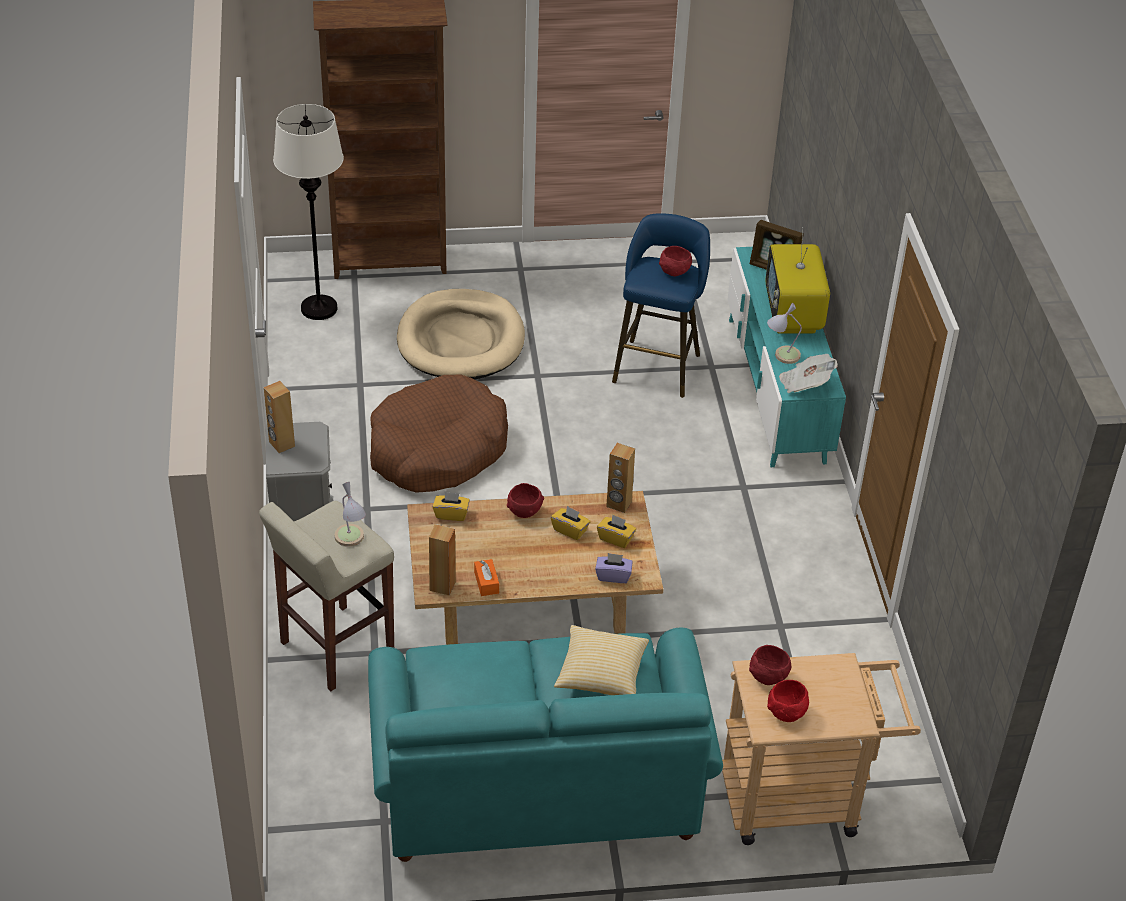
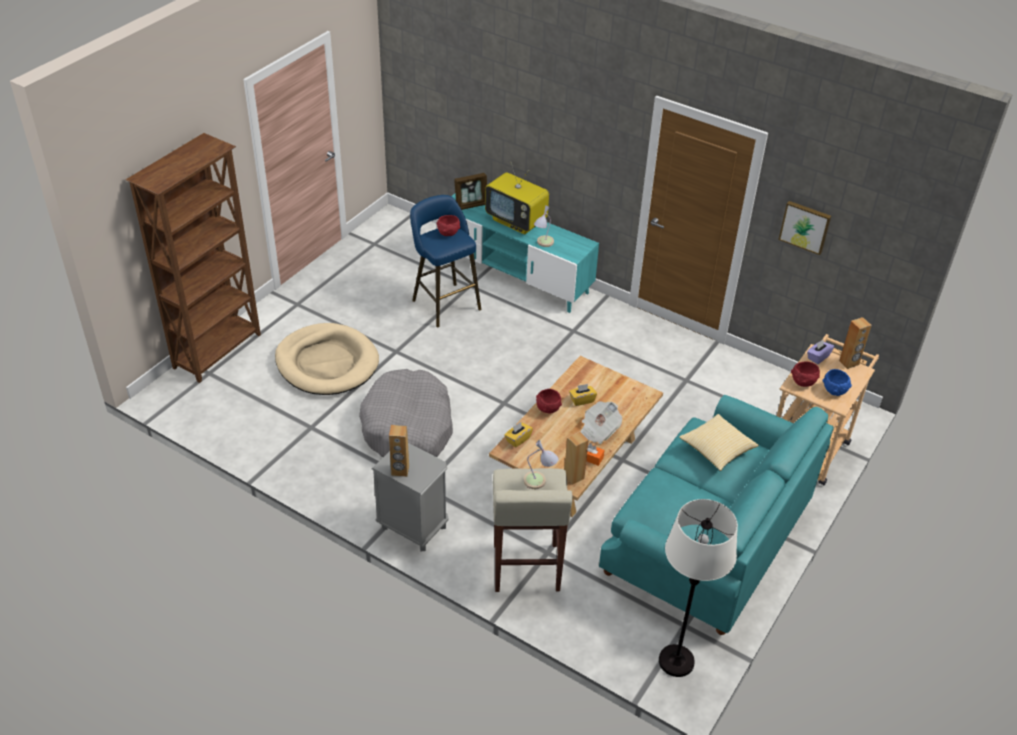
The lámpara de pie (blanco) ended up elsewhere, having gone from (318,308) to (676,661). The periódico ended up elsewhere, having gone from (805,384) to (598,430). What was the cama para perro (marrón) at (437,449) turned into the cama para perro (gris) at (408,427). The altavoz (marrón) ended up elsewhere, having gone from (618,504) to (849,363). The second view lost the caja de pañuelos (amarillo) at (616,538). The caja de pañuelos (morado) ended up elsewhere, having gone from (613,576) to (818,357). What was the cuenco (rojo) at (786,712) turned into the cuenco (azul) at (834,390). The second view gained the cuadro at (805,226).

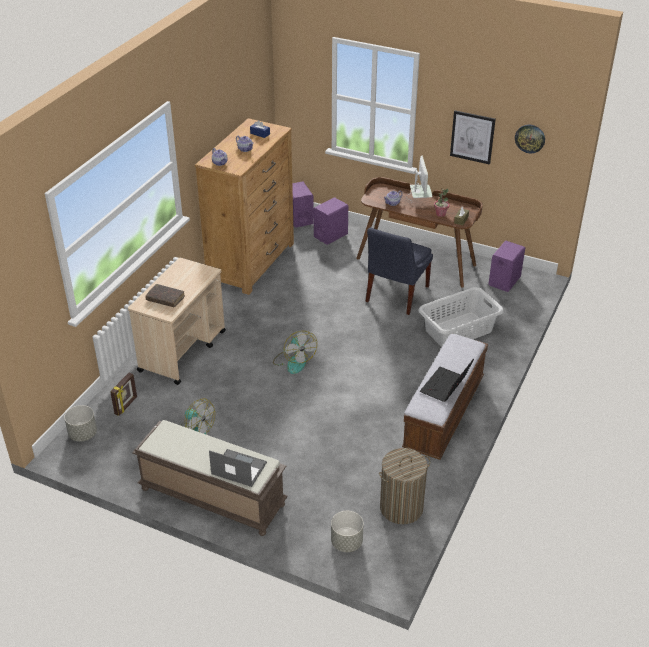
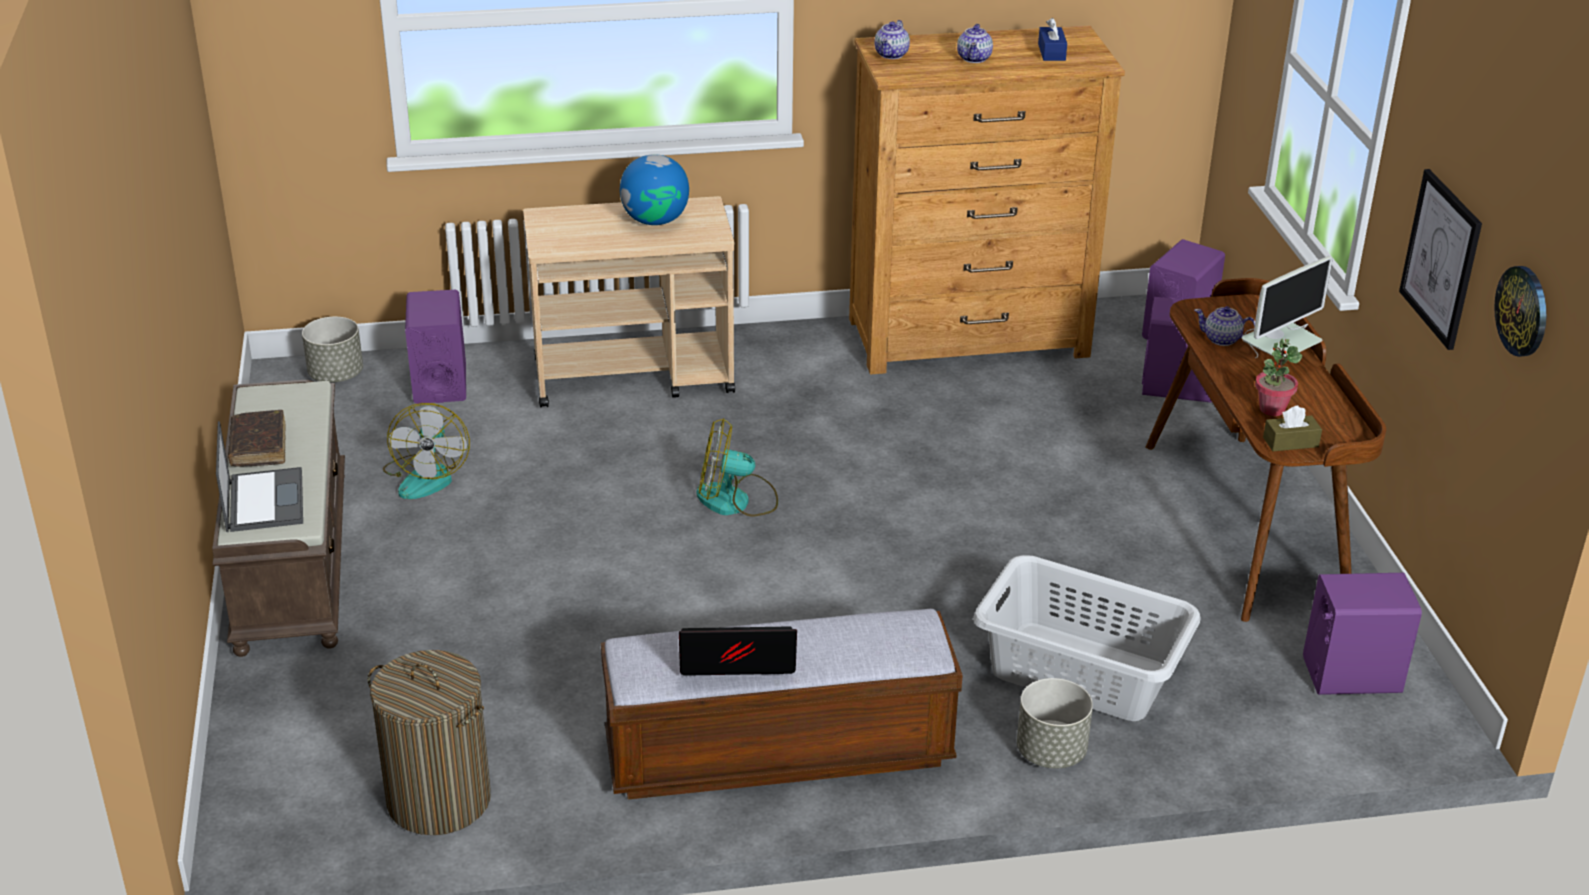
The second view lost the silla (azul) at (396,295). The libro (marrón) ended up elsewhere, having gone from (165,299) to (258,446). The ventilador at (294,361) ended up facing another way, 60 degrees clockwise from before. Where the portarretratos stood at (126,406), the altavoz (morado) came to stand at (440,383). The maceta (gris) ended up elsewhere, having gone from (346,542) to (1050,752). The second view gained the globo terráqueo at (655,220).

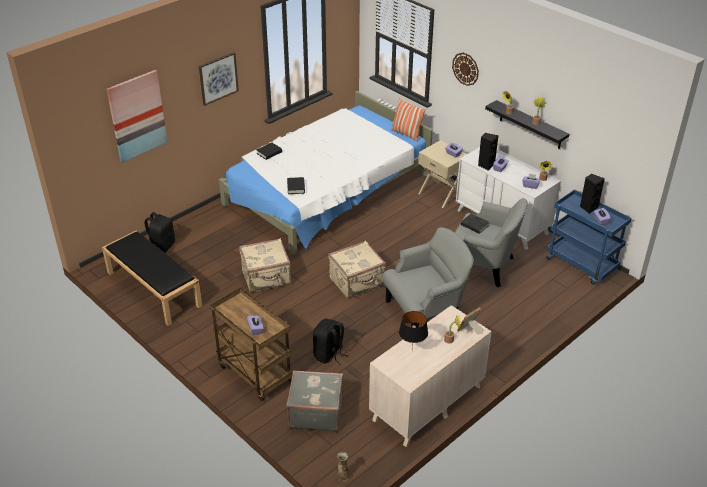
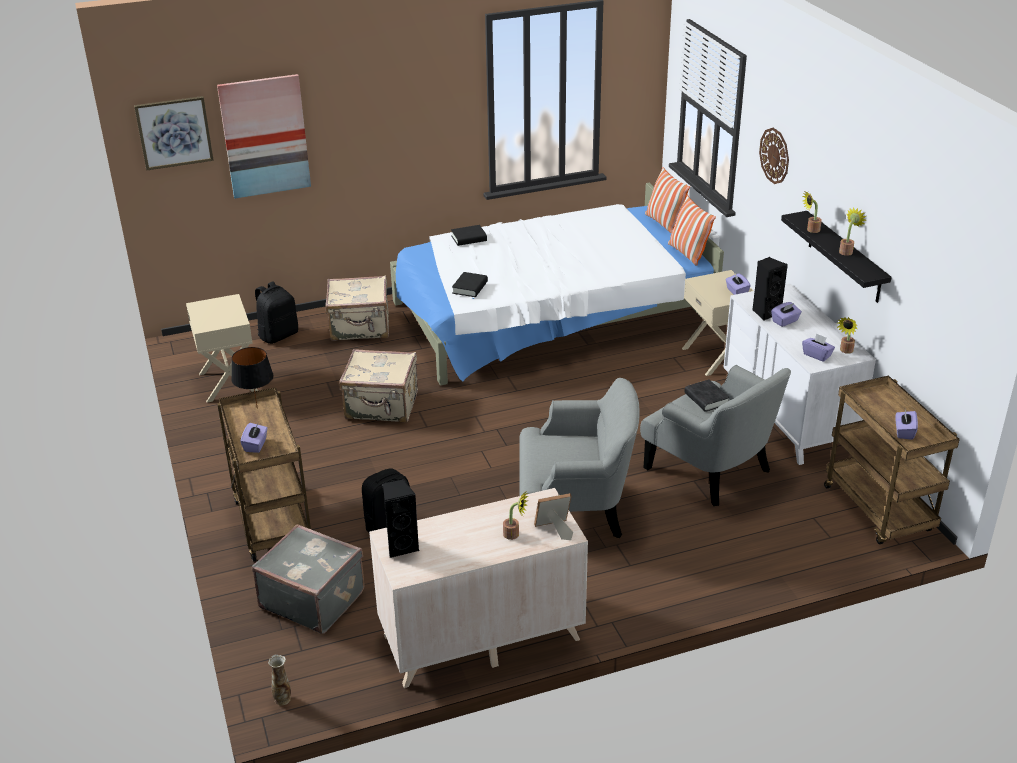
The cuadro ended up elsewhere, having gone from (218,78) to (174,132). The altavoz (negro) ended up elsewhere, having gone from (588,207) to (401,546). What was the carrito (azul) at (582,265) turned into the carrito (marrón) at (879,510). Where the banco (negro) stood at (153,289), the mesita de noche (beis) came to stand at (227,383). The maleta (beis) ended up elsewhere, having gone from (357,282) to (360,327). The lámpara de mesa (negro) ended up elsewhere, having gone from (412,351) to (257,408). The second view gained the cojín at (664,223).

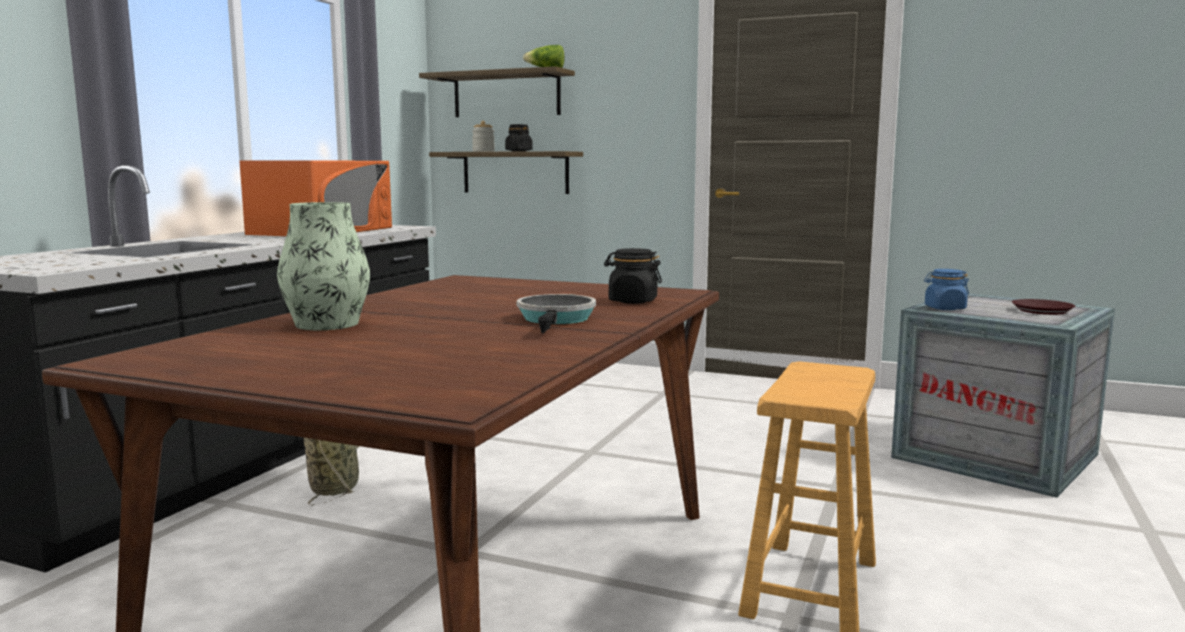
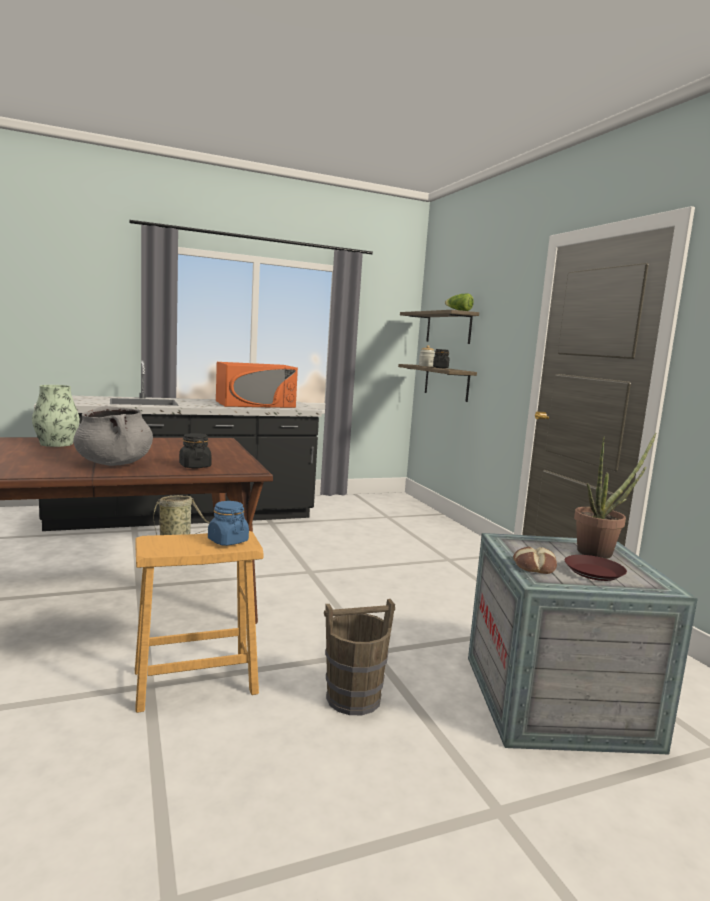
The tarro (azul) ended up elsewhere, having gone from (944,308) to (227,541). Where the sartén stood at (556,319), the olla (gris) came to stand at (114,463). The second view gained the planta en maceta at (600,552). The second view gained the pan at (533,566). The second view gained the cubo (marrón) at (354,698).

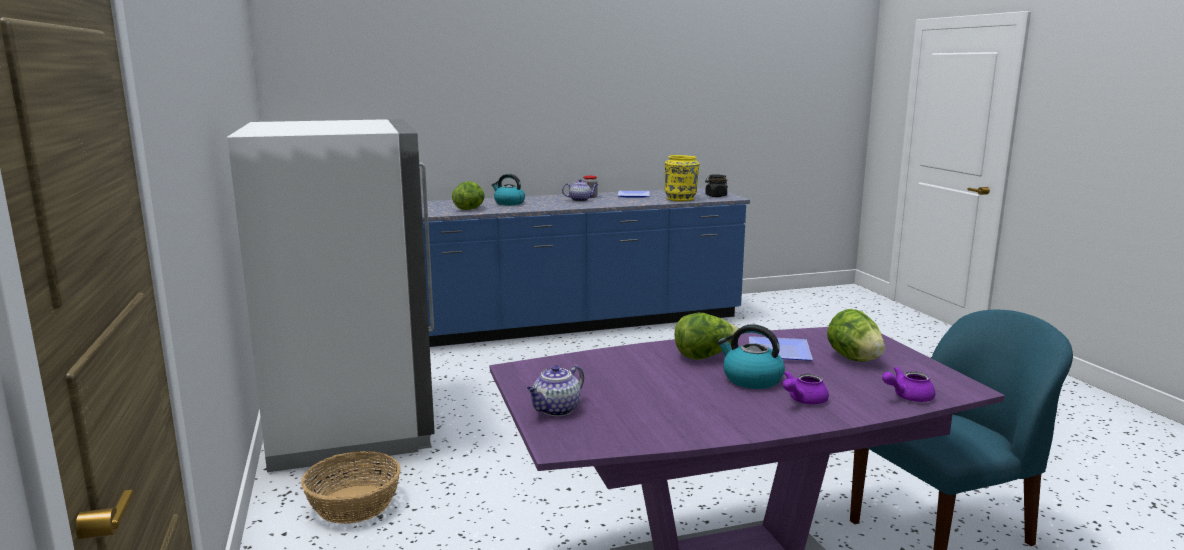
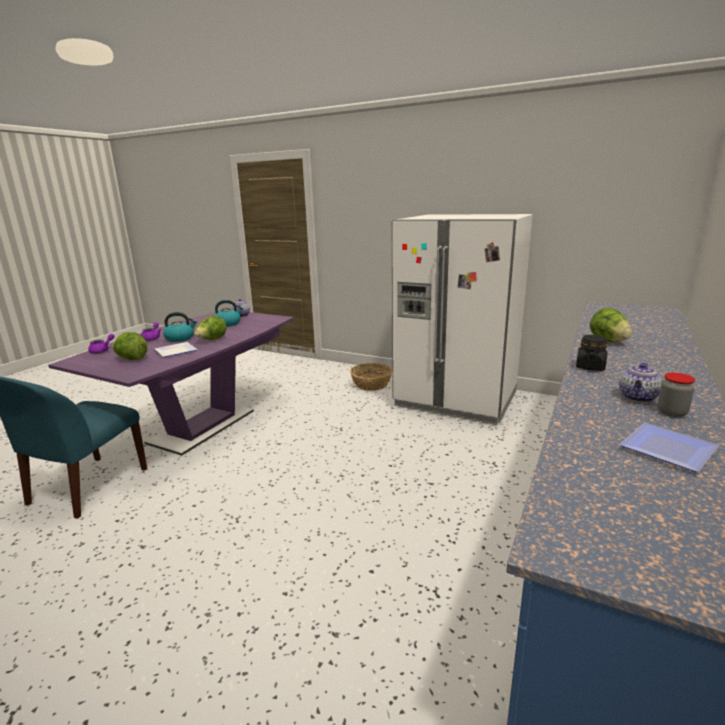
The second view lost the florero (amarillo) at (681,199). The hervidor ended up elsewhere, having gone from (508,203) to (228,324). The tarro (negro) ended up elsewhere, having gone from (715,196) to (590,367).

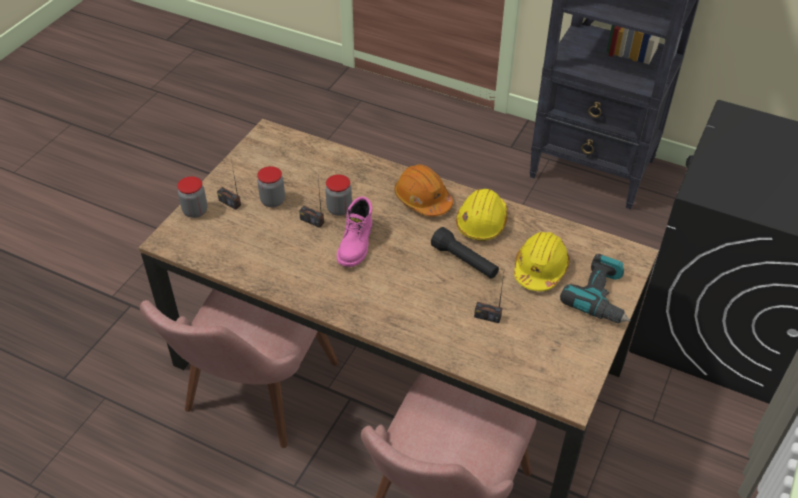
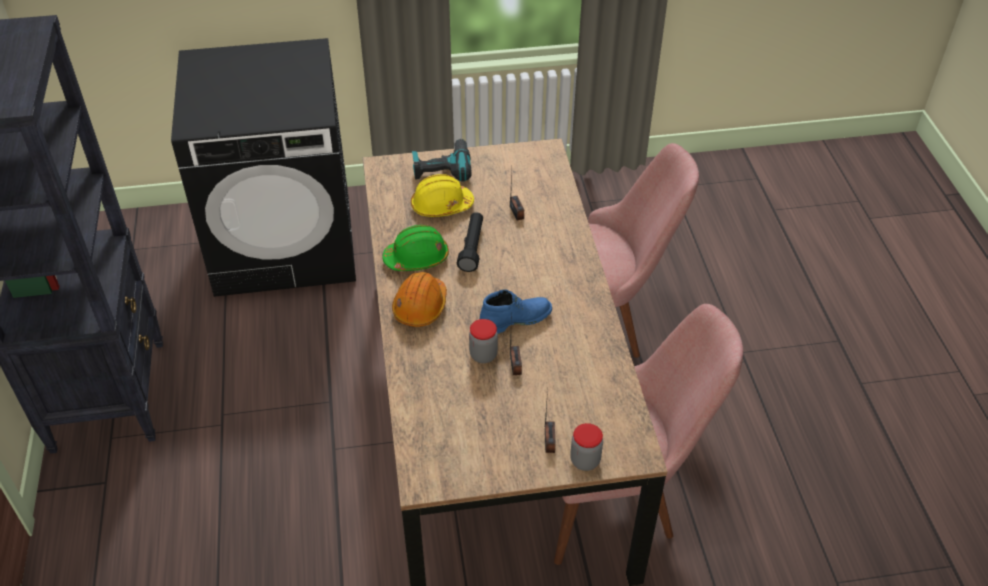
The second view lost the tarro at (273,201). What was the casco (amarillo) at (481,222) turned into the casco (verde) at (417,258). What was the bota (rosa) at (356,245) turned into the bota (azul) at (515,319).

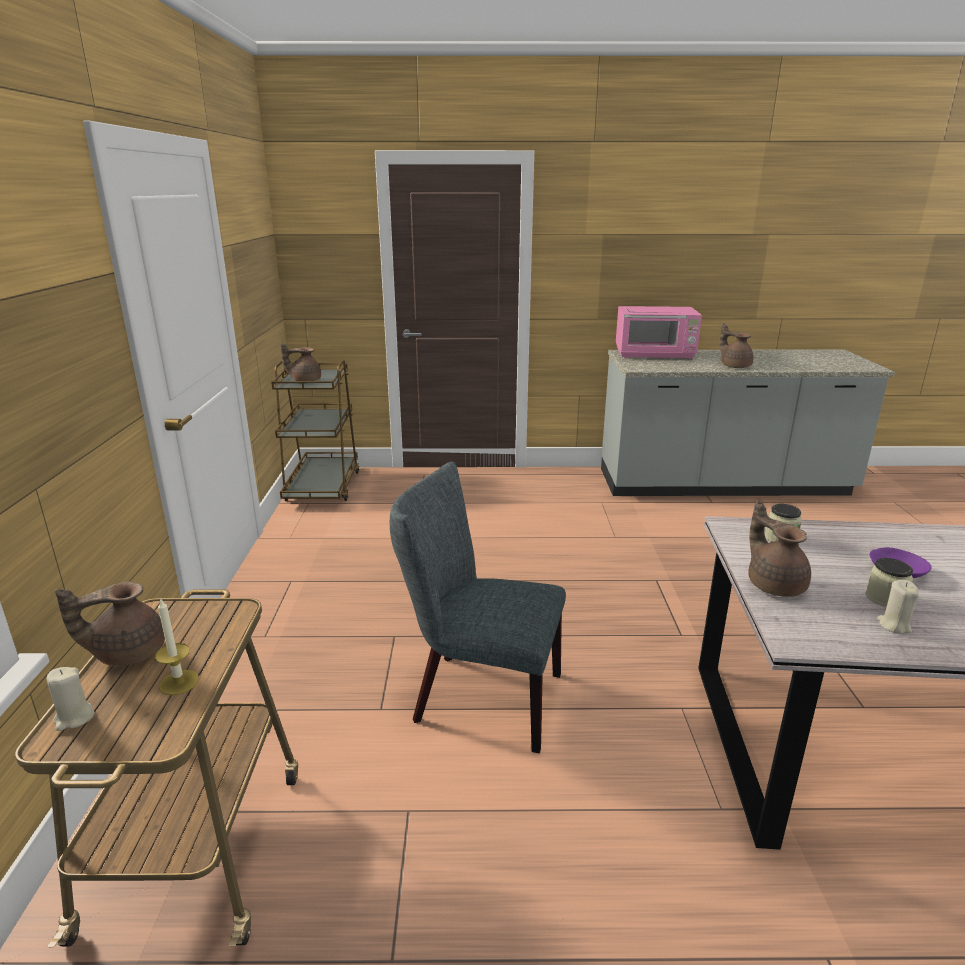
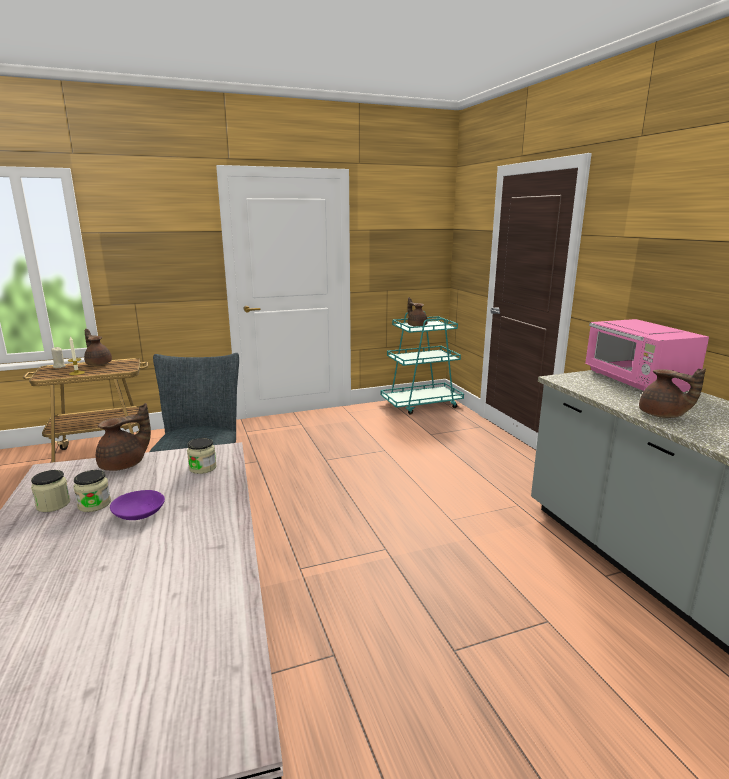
The tetera (marrón) at (734,366) ended up facing another way, 105 degrees clockwise from before. What was the carrito (marrón) at (323,487) turned into the carrito (turquesa) at (421,404). Where the vela (beis) stood at (893,625), the tarro came to stand at (53,504).

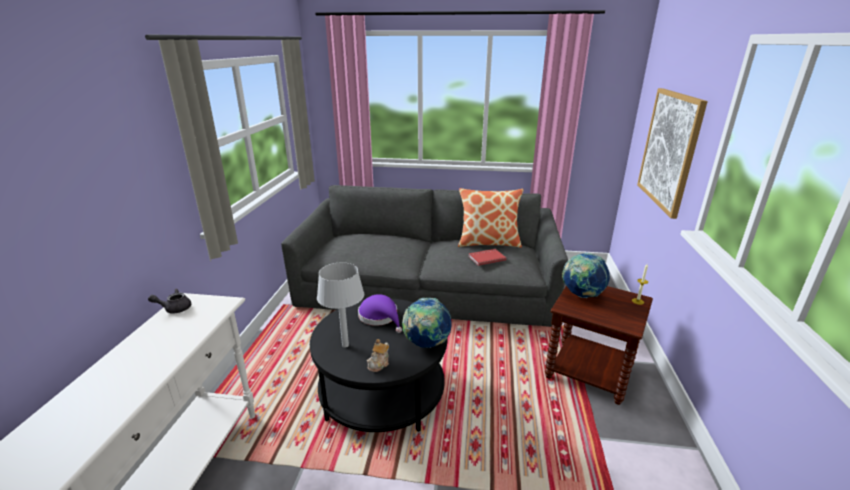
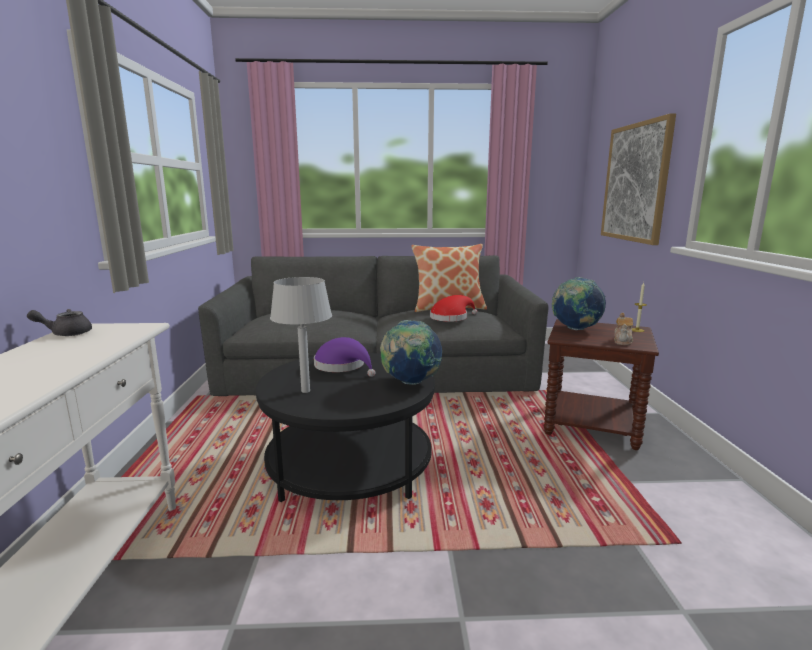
Where the libro (rojo) stood at (486,258), the sombrero (rojo) came to stand at (451,317). The tetera ended up elsewhere, having gone from (379,364) to (623,341).

